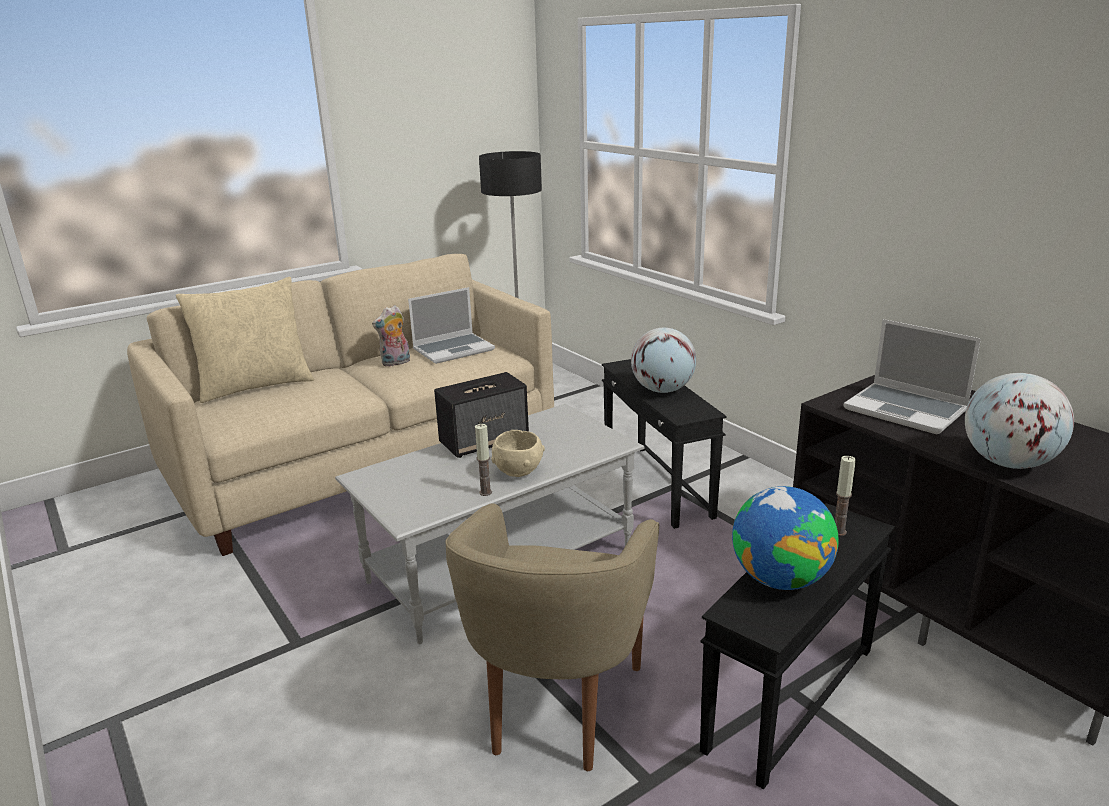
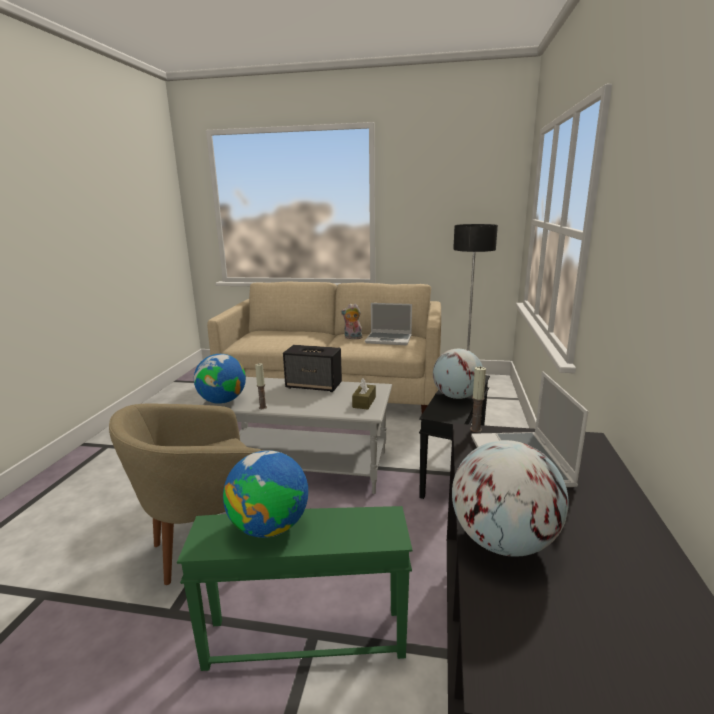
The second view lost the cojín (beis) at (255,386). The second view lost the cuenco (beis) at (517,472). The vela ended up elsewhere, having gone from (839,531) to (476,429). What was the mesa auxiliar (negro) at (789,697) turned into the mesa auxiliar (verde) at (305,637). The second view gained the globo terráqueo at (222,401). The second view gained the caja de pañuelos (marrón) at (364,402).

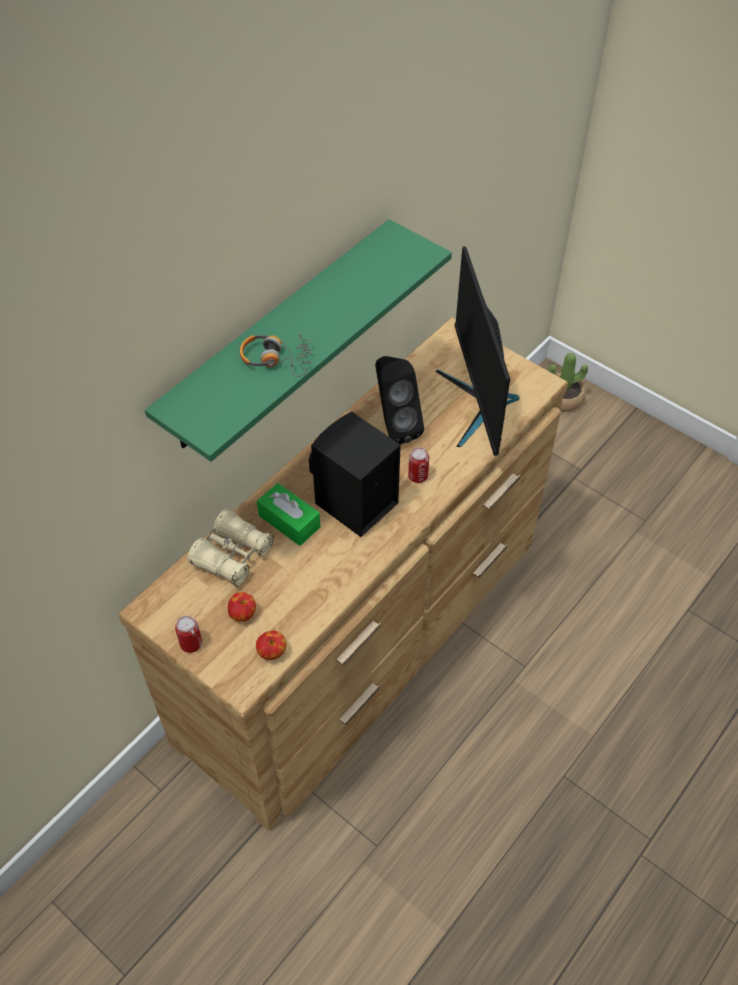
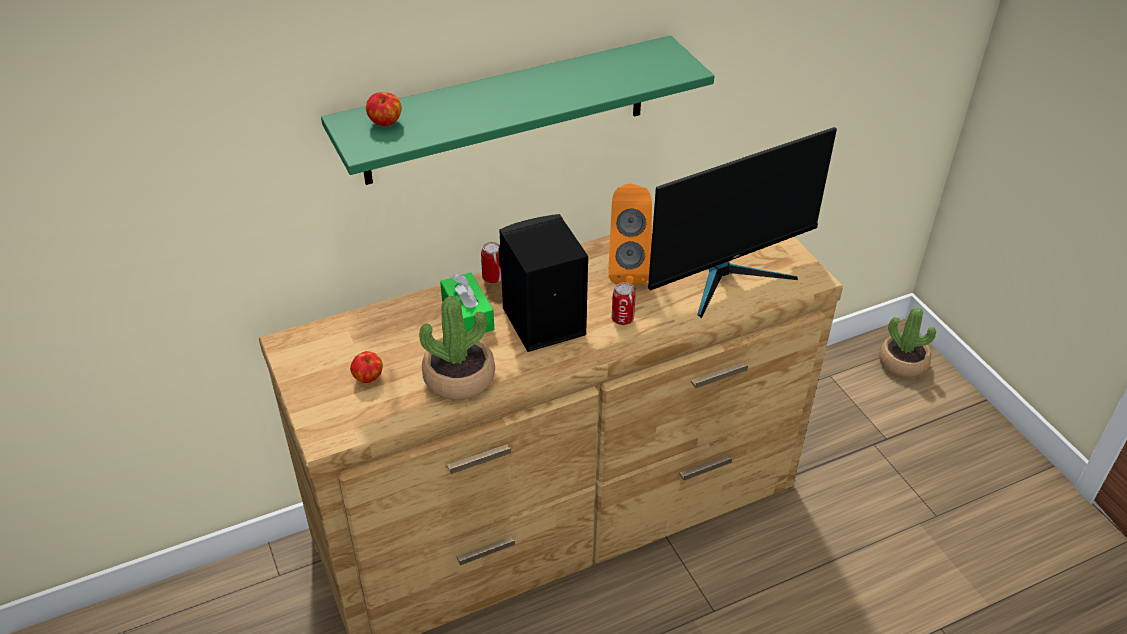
The monitor at (478,404) ended up facing another way, 135 degrees counterclockwise from before. The second view lost the auriculares at (276,359). What was the altavoz (negro) at (394,427) turned into the altavoz (naranja) at (627,269). The second view lost the prismáticos (beis) at (232,555). The lata ended up elsewhere, having gone from (191,644) to (493,277). The manzana ended up elsewhere, having gone from (272,652) to (385,123). The second view gained the planta en maceta at (459,377).

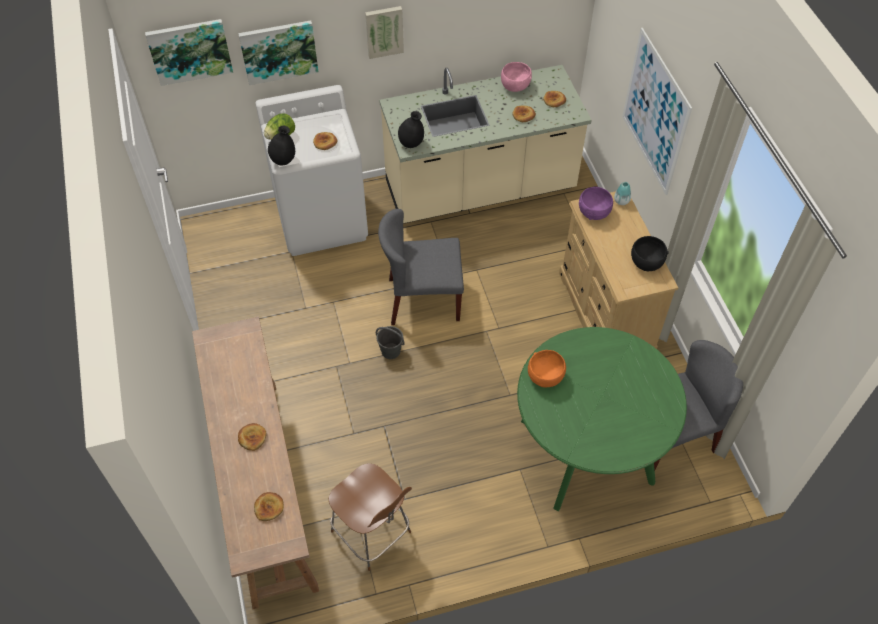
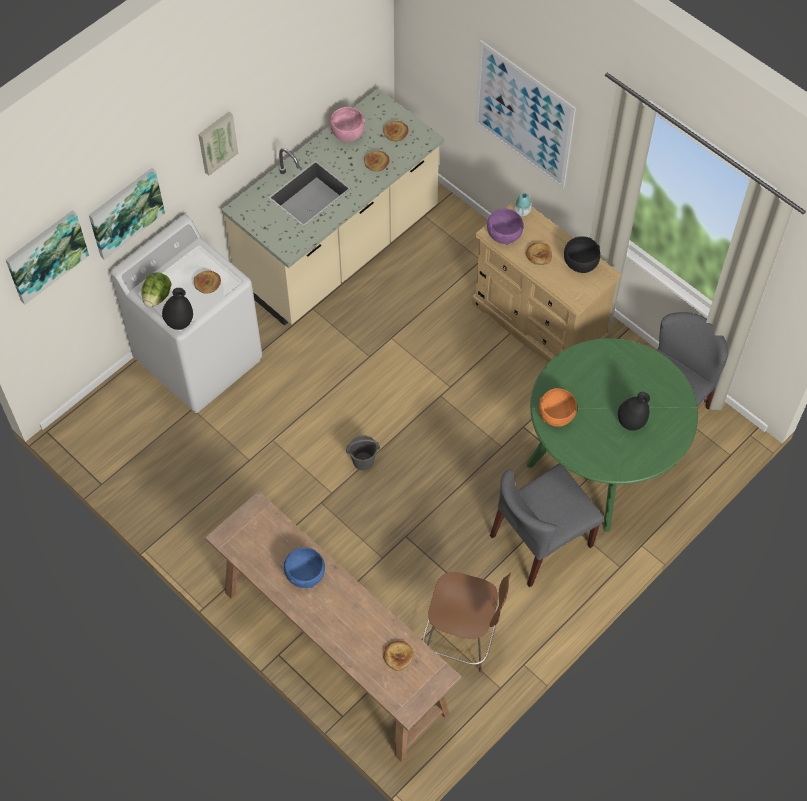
The florero (negro) ended up elsewhere, having gone from (411,143) to (631,422). The silla (gris) ended up elsewhere, having gone from (423,300) to (540,541). The pan ended up elsewhere, having gone from (252,437) to (539,255). The second view gained the cuenco (azul) at (304,574).

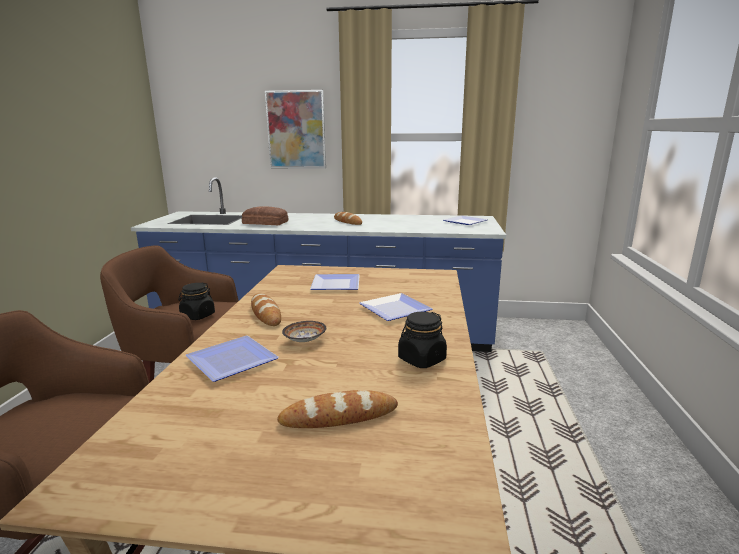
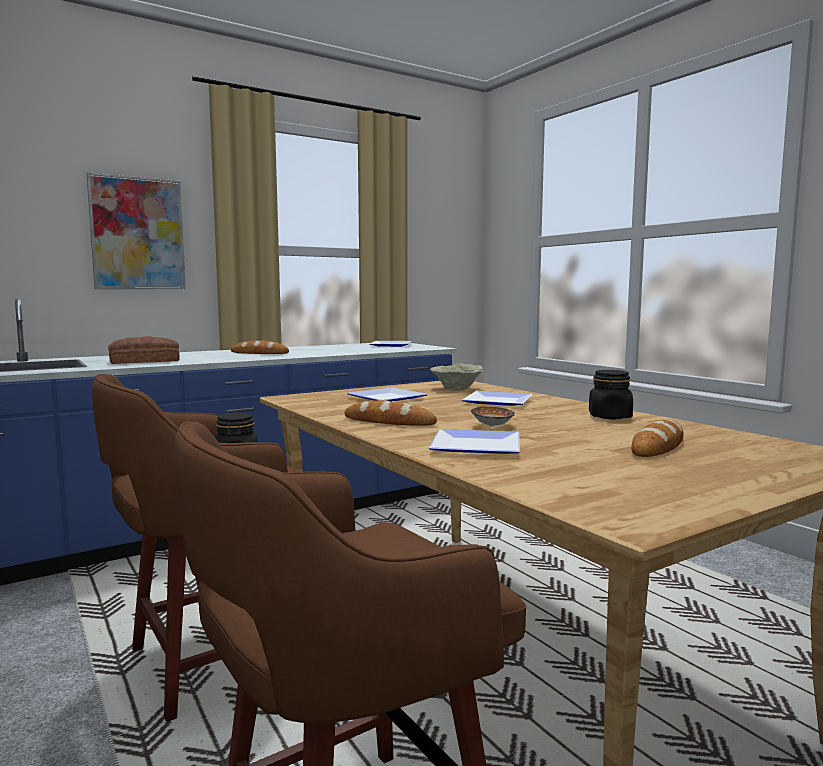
The second view gained the cuenco (beis) at (455,389).

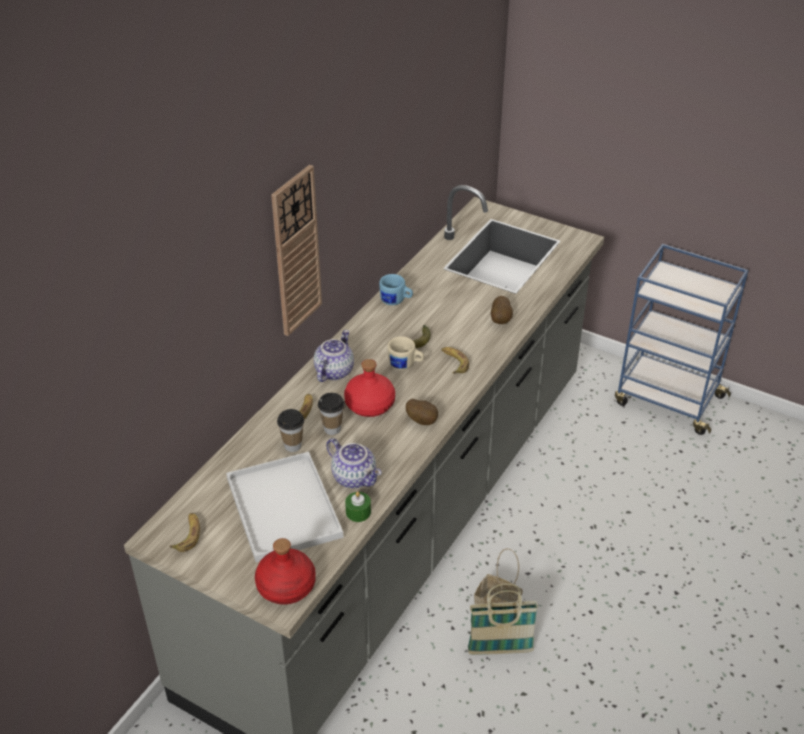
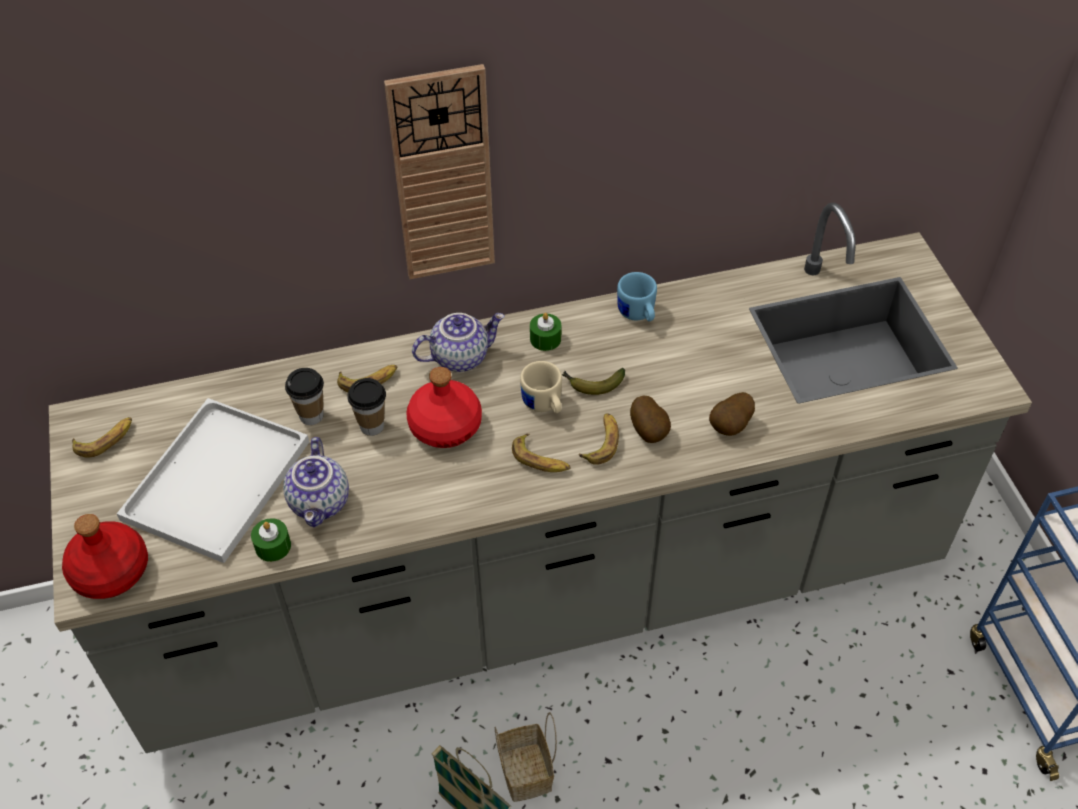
The patata ended up elsewhere, having gone from (422,420) to (650,431). The second view gained the vela (verde) at (545,339). The second view gained the plátano at (540,459).

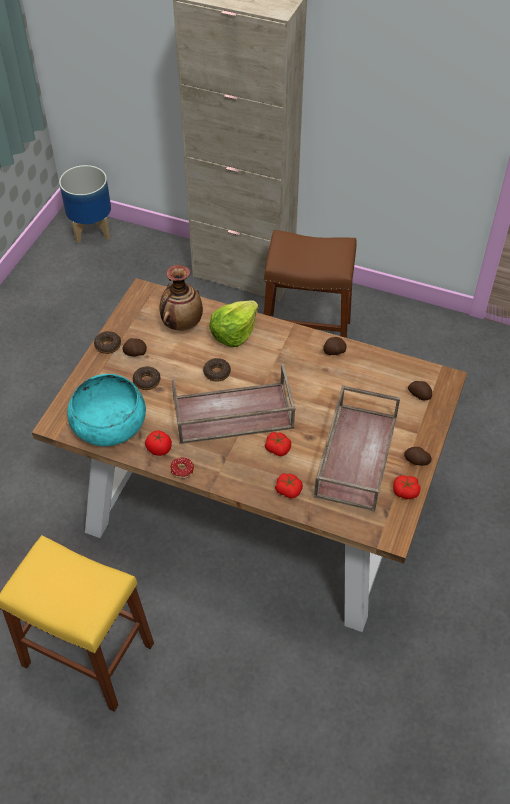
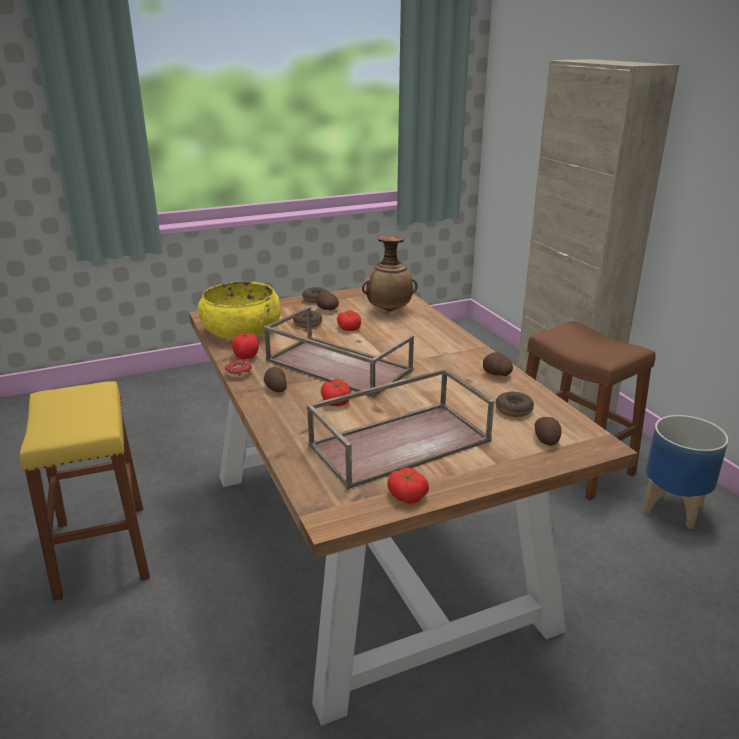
The maceta ended up elsewhere, having gone from (92,230) to (673,508). The second view lost the lechuga at (234,332). The rosquilla ended up elsewhere, having gone from (217,372) to (513,409). What was the cuenco (turquesa) at (109,423) turned into the cuenco (amarillo) at (241,329). The patata ended up elsewhere, having gone from (416,461) to (275,388). The tomate ended up elsewhere, having gone from (288,489) to (349,328).

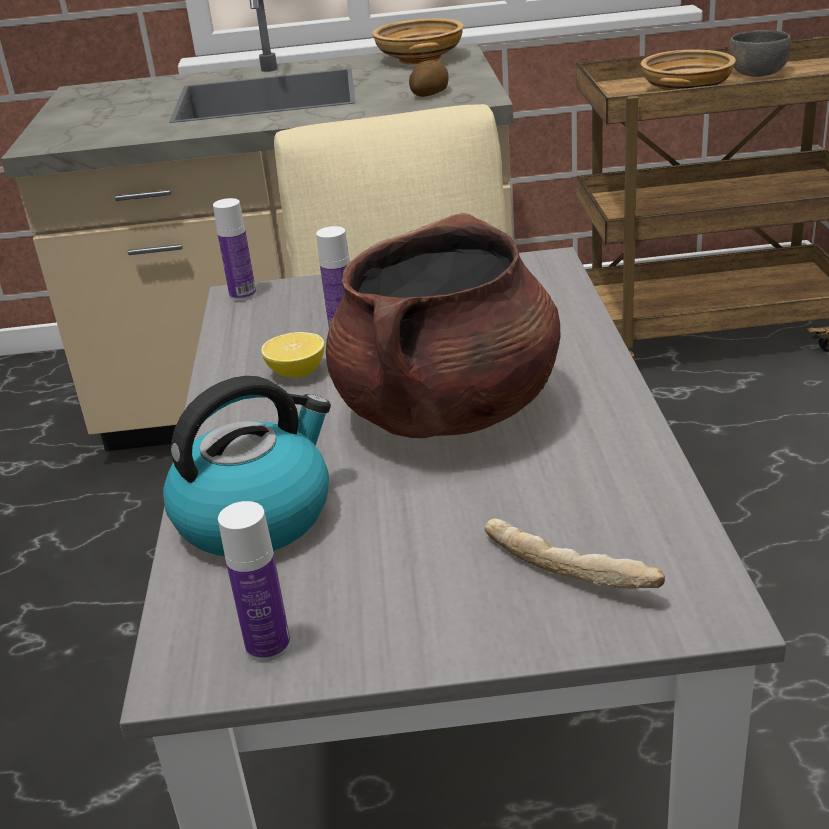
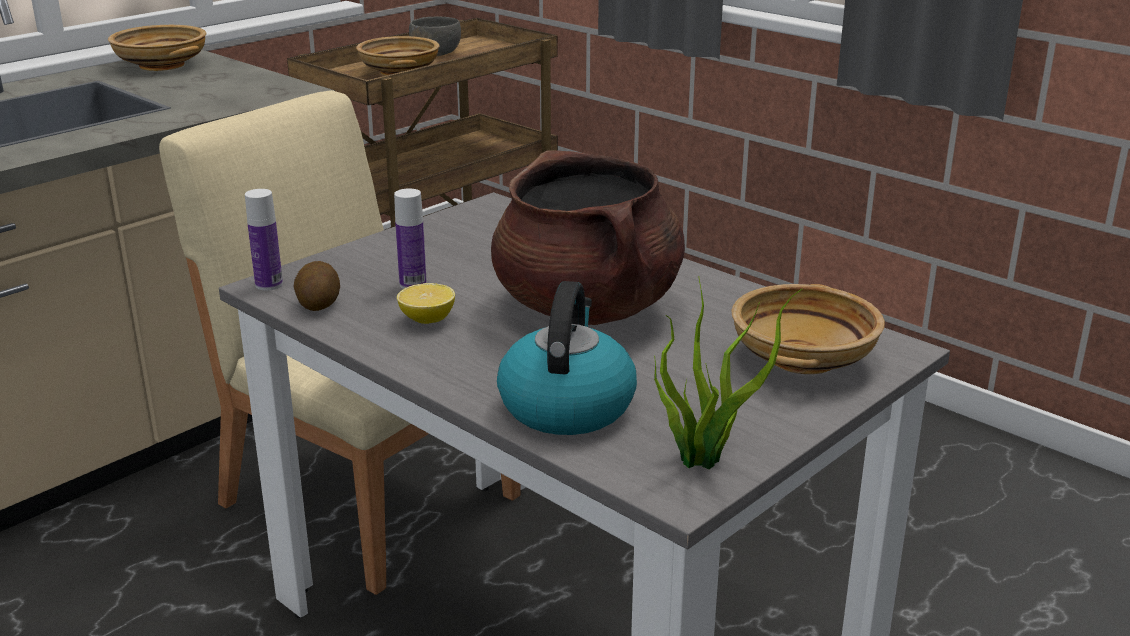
The patata ended up elsewhere, having gone from (430,93) to (318,303). Where the botella stood at (268,645), the planta en maceta came to stand at (706,459). Where the pan stood at (570,569), the cuenco (beis) came to stand at (803,358).

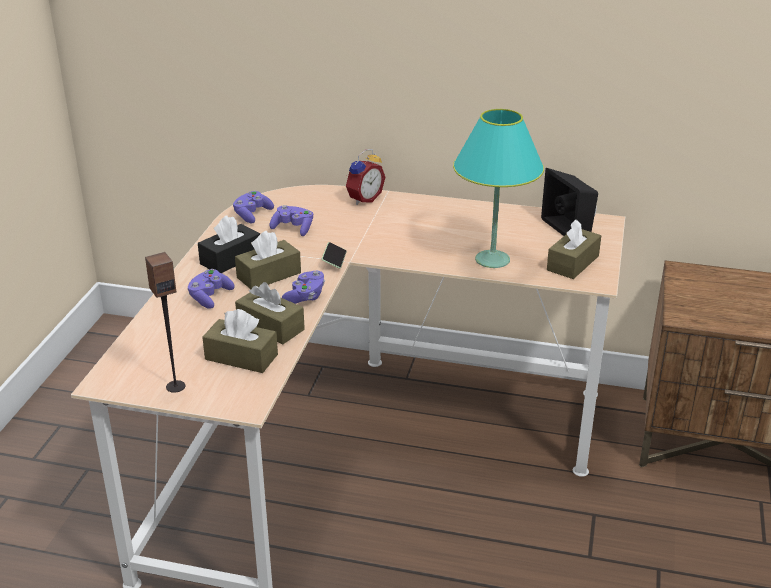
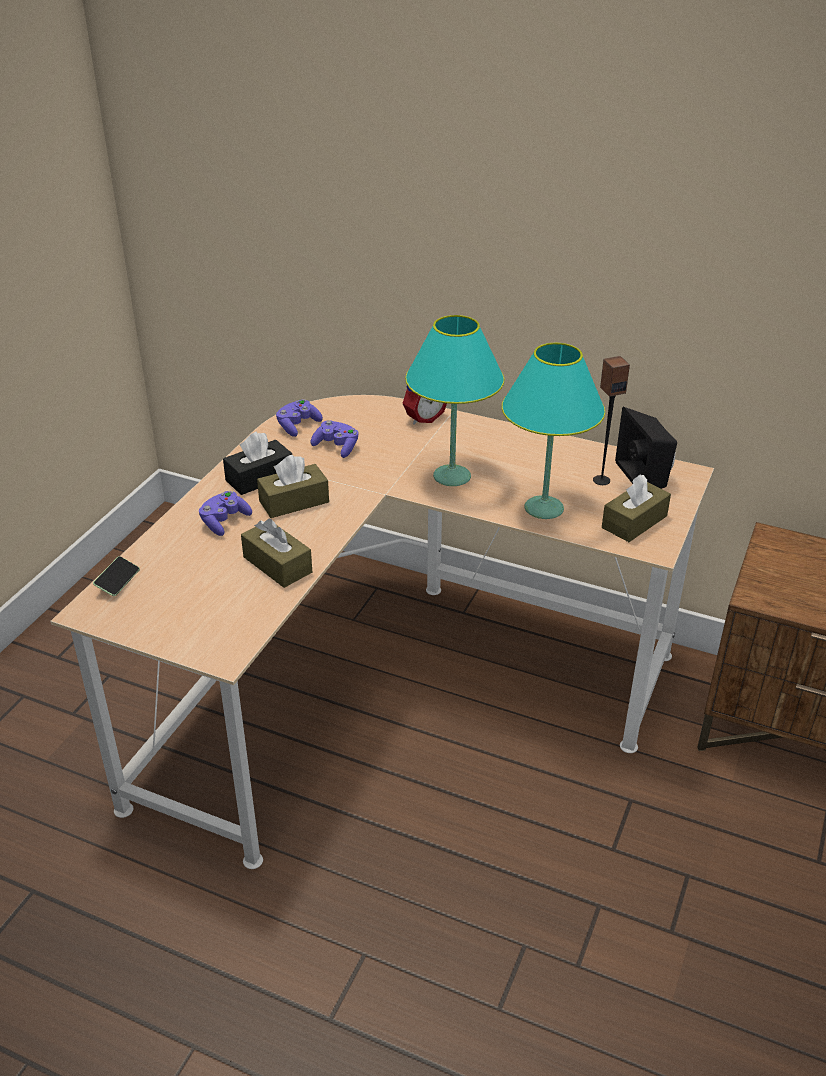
The móvil ended up elsewhere, having gone from (334,260) to (118,582). The altavoz ended up elsewhere, having gone from (175,386) to (601,480). The second view lost the mando de consola (morado) at (305,297). The second view lost the caja de pañuelos (marrón) at (241,357). The second view gained the lámpara de mesa (turquesa) at (451,476).

